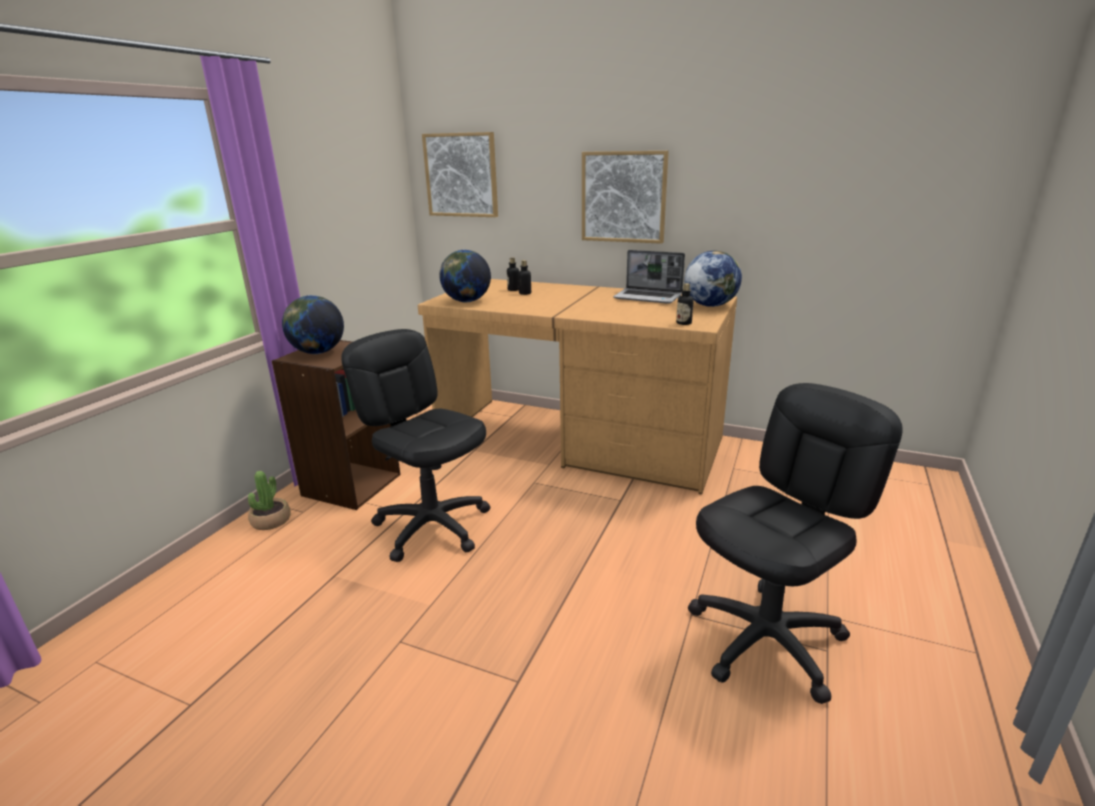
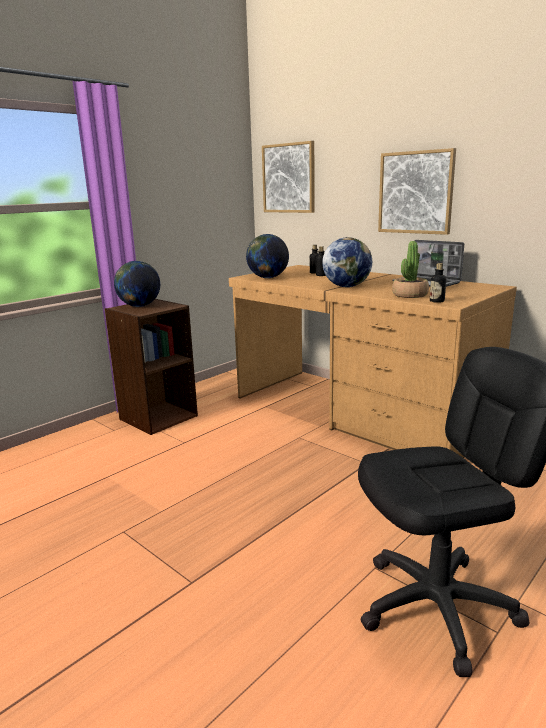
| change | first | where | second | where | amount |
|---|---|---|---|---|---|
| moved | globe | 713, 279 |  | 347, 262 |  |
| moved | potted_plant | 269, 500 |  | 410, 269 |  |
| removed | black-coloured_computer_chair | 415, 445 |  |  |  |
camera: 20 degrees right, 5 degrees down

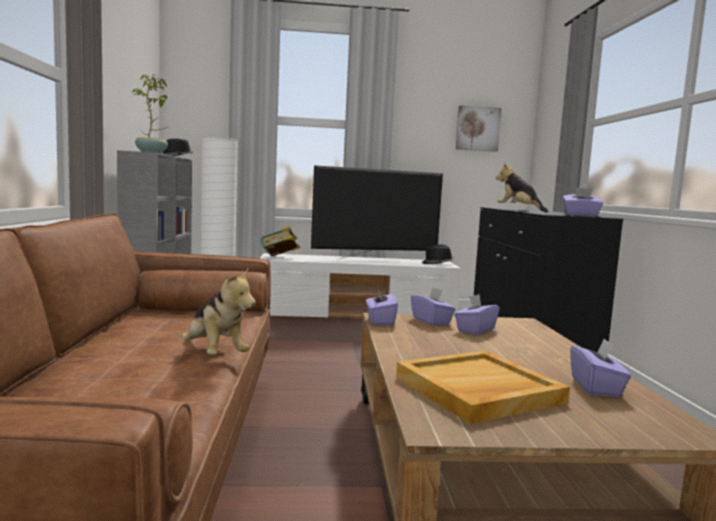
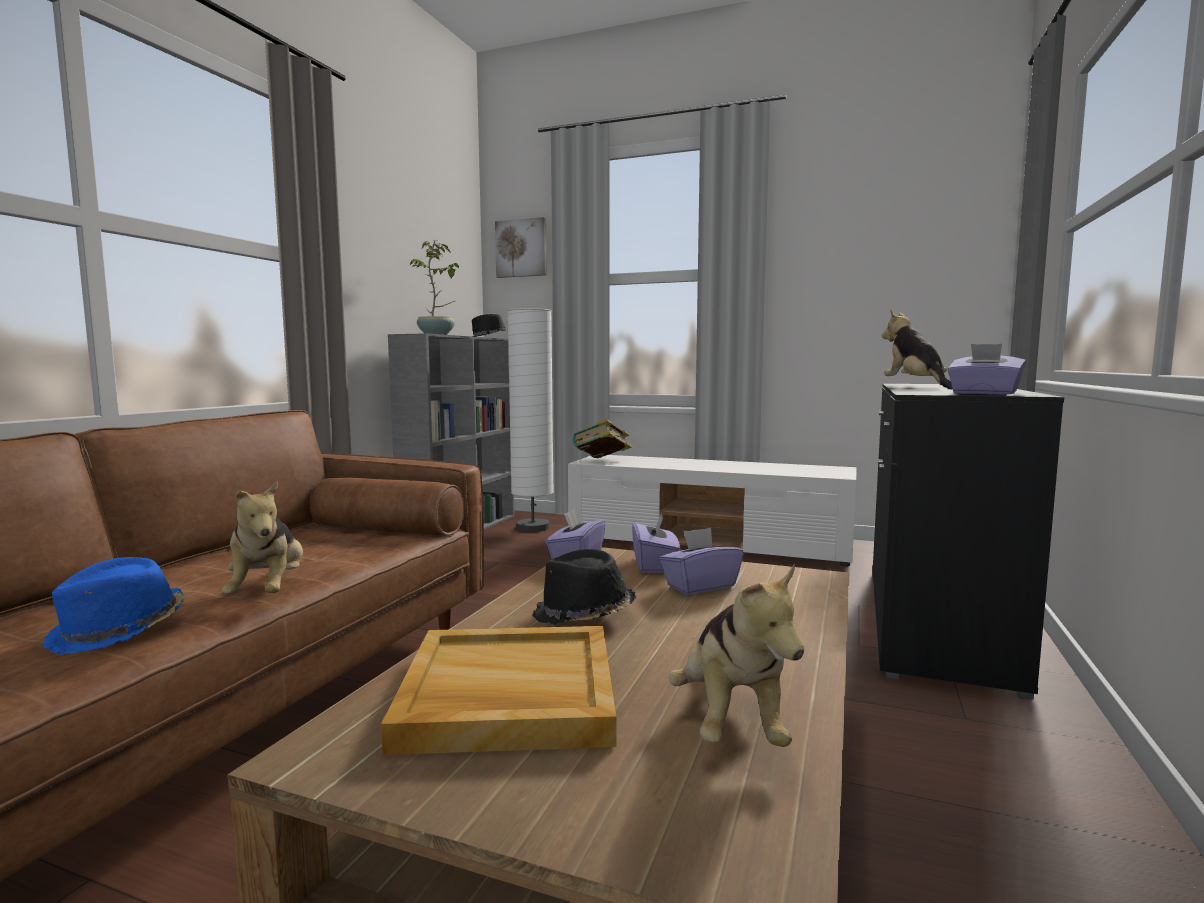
| change | first | where | second | where | amount |
|---|---|---|---|---|---|
| added |  |  | blue-coloured_clothing_hat | 113, 606 |  |
| moved | picture | 479, 128 |  | 521, 247 |  |
| moved | black-coloured_clothing_hat | 438, 254 |  | 584, 587 |  |
| replaced | purple_tissue_holder | 600, 367 | soft_toy | 736, 655 |  |
| removed | TV_set | 377, 212 |  |  |  |
camera: 25 degrees right, 0 degrees up

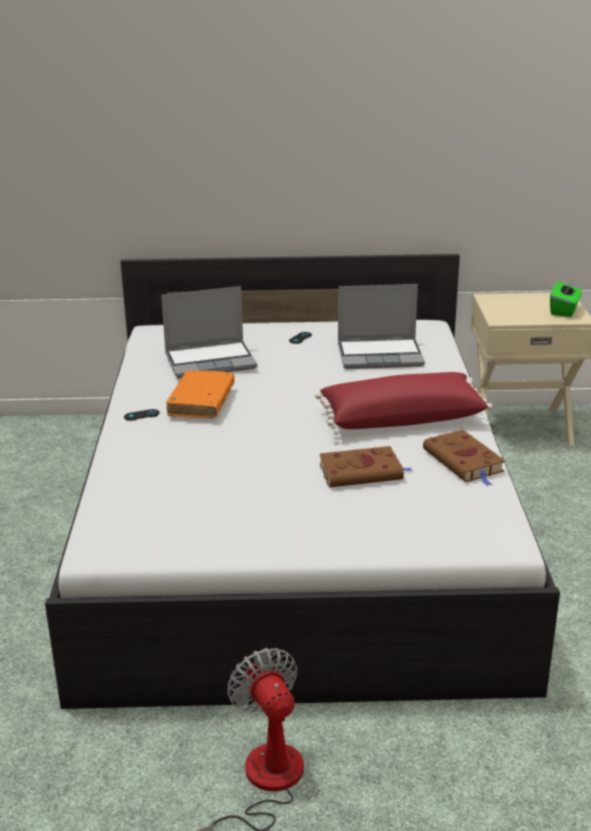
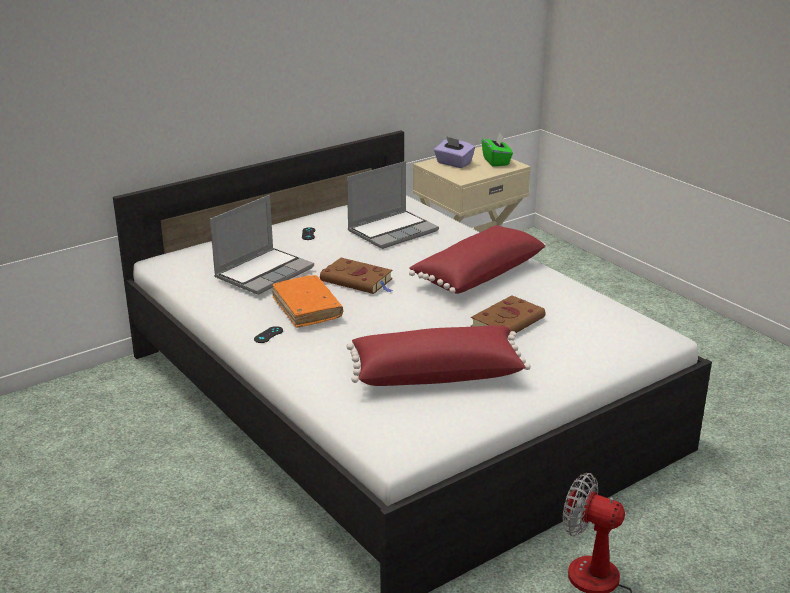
| change | first | where | second | where | amount |
|---|---|---|---|---|---|
| moved | brown_bound_book | 464, 458 |  | 356, 276 |  |
| added |  |  | reddish_pillow | 439, 355 |  |
| added |  |  | purple_tissue_holder | 454, 152 |  |
camera: 35 degrees left, 0 degrees up

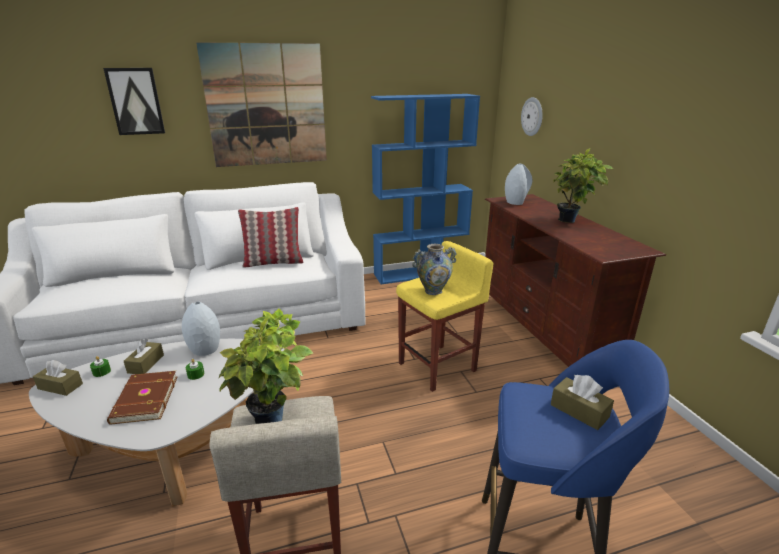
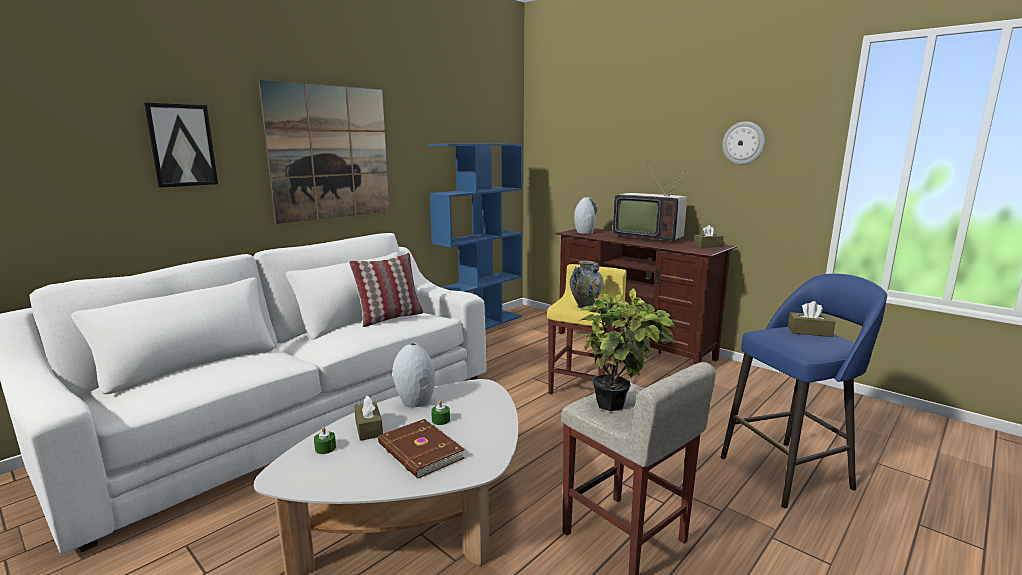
| change | first | where | second | where | amount |
|---|---|---|---|---|---|
| replaced | potted_plant | 583, 186 | TV_set | 651, 204 |  |
| moved | brown_tissue_holder | 58, 378 |  | 709, 236 |  |
| moved | wall_clock | 532, 116 |  | 743, 143 |  |
camera: 30 degrees left, 10 degrees down

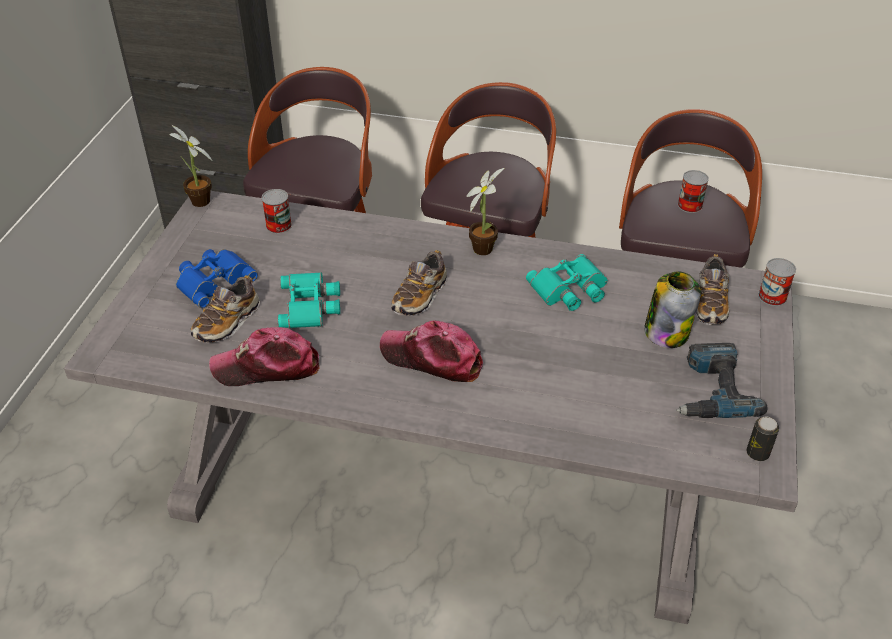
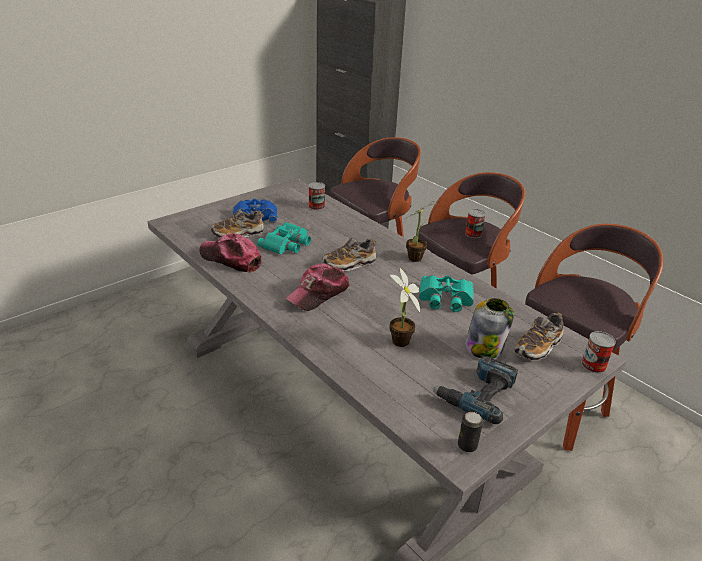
| change | first | where | second | where | amount |
|---|---|---|---|---|---|
| turned | cap | 431, 351 |  | 317, 287 | 105 degrees counterclockwise |
| moved | potted_plant | 191, 166 |  | 404, 307 |  |
| moved | sealed_can | 693, 191 |  | 475, 223 |  |
camera: 35 degrees right, 10 degrees down

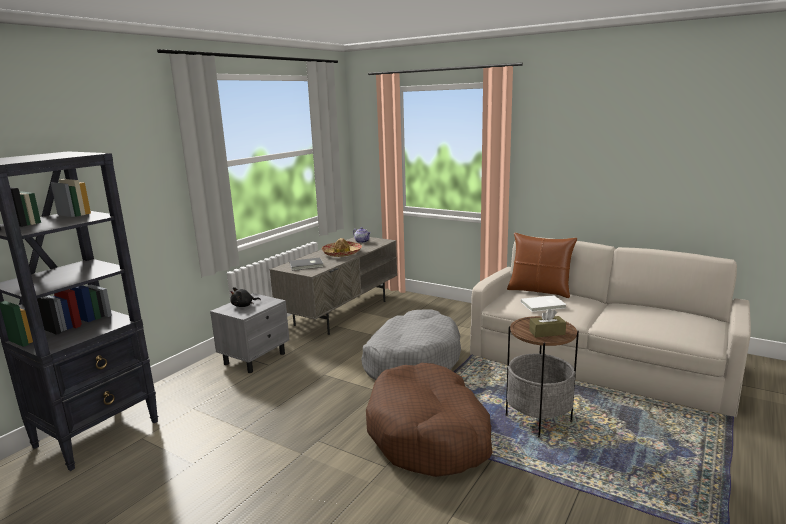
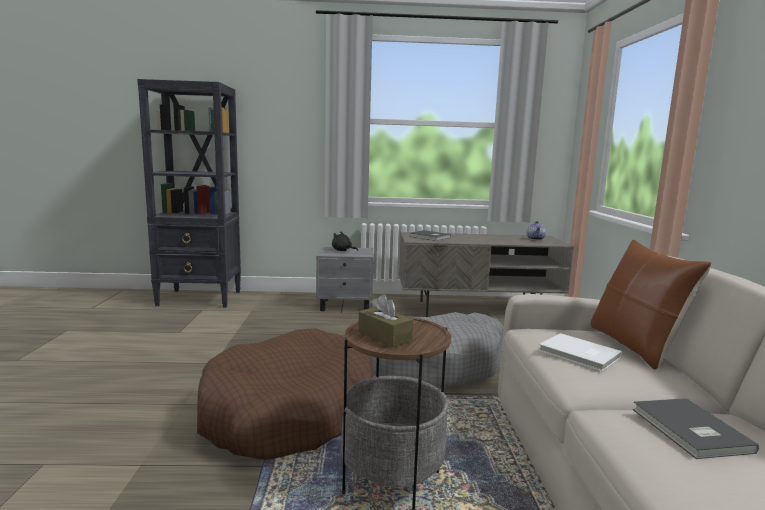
| change | first | where | second | where | amount |
|---|---|---|---|---|---|
| added |  |  | greyish_bound_book | 696, 428 |  |
| removed | clothing_hat | 342, 247 |  |  |  |
camera: 55 degrees right, 5 degrees down

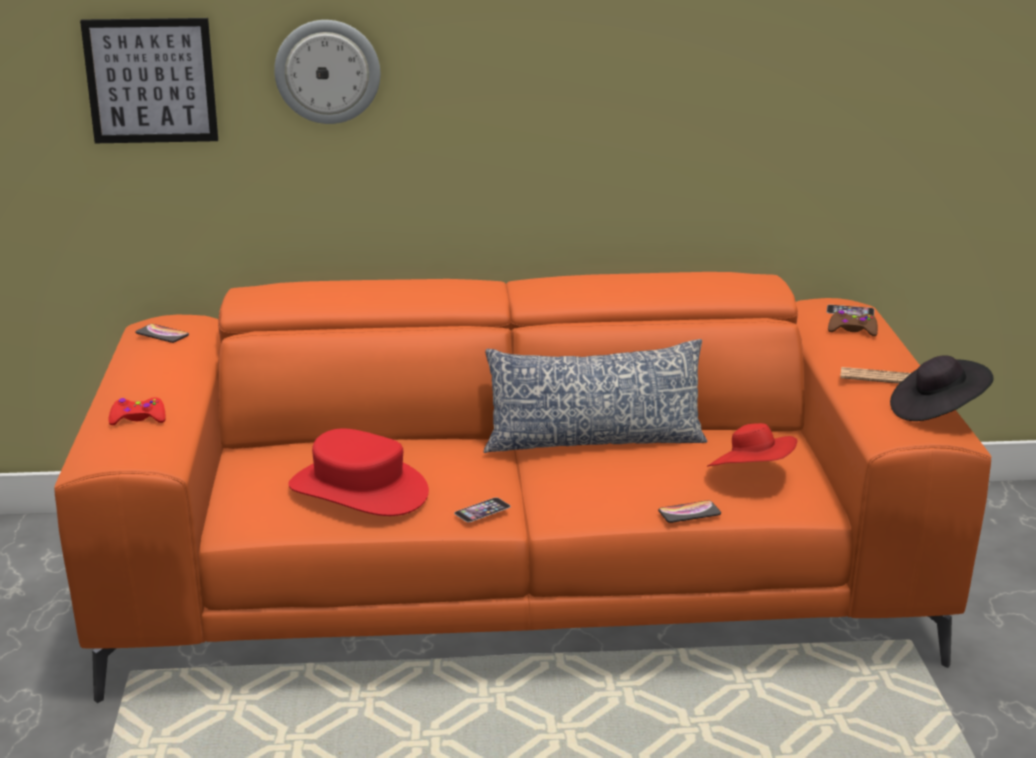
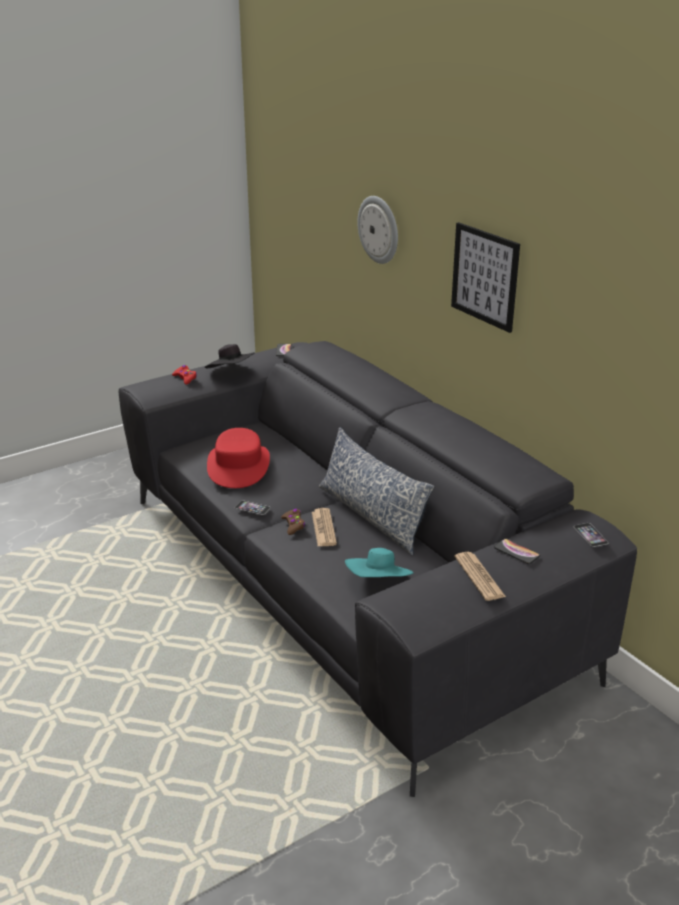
| change | first | where | second | where | amount |
|---|---|---|---|---|---|
| recoloured | orangey_settee | 523, 487 | greyish_settee | 378, 569 |  |
| moved | black-coloured_clothing_hat | 942, 388 |  | 230, 356 |  |
| moved | brown_gamepad | 853, 323 |  | 293, 522 |  |
| added |  |  | newspaper | 324, 527 |  |
| recoloured | reddish_clothing_hat | 752, 445 | turquoise-coloured_clothing_hat | 379, 562 |  |
| moved | picture | 149, 80 |  | 485, 277 |  |
| moved | handset | 689, 511 |  | 517, 551 |  |
camera: 60 degrees right, 5 degrees up

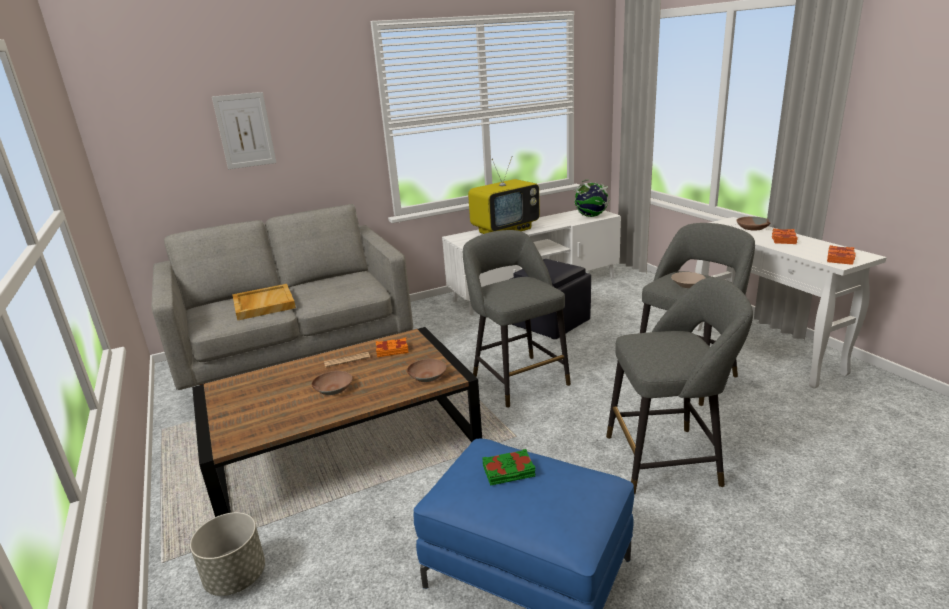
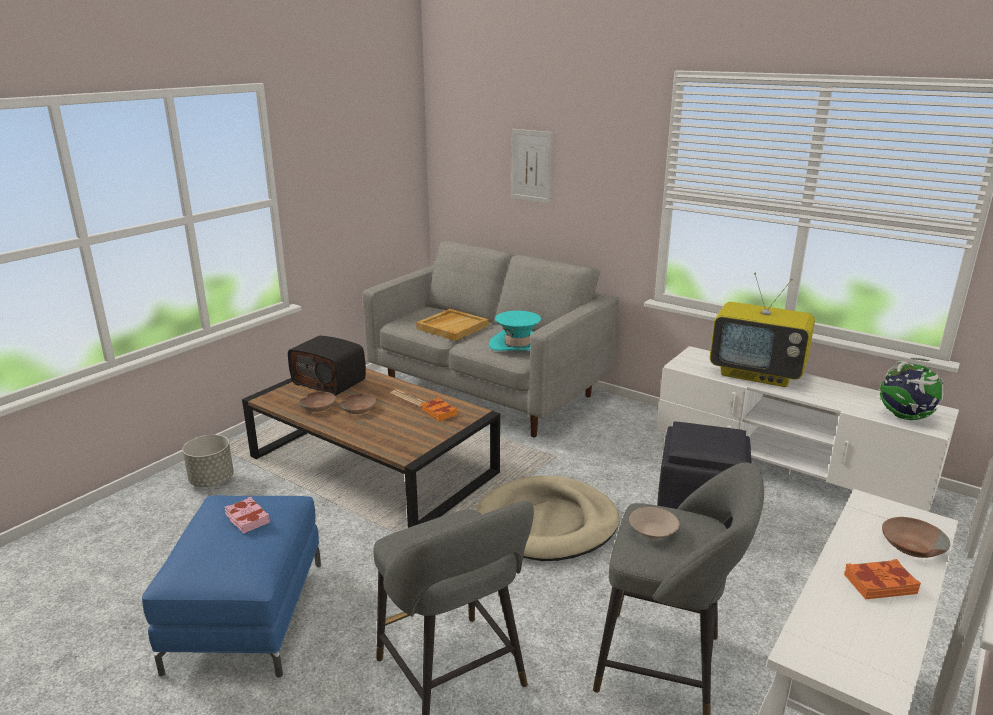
| change | first | where | second | where | amount |
|---|---|---|---|---|---|
| recoloured | greenish_bound_book | 509, 467 | pink-coloured_bound_book | 247, 515 |  |
| added |  |  | radio_receiver | 327, 366 |  |
| moved | brown_deep_dish | 427, 370 |  | 317, 402 |  |
| replaced | greyish_sitting_stool | 517, 319 | beige-coloured_dog_cushion | 548, 518 |  |
| added |  |  | turquoise-coloured_clothing_hat | 515, 330 |  |
| removed | orangey_bound_book | 841, 255 |  |  |  |
camera: 60 degrees right, 0 degrees up

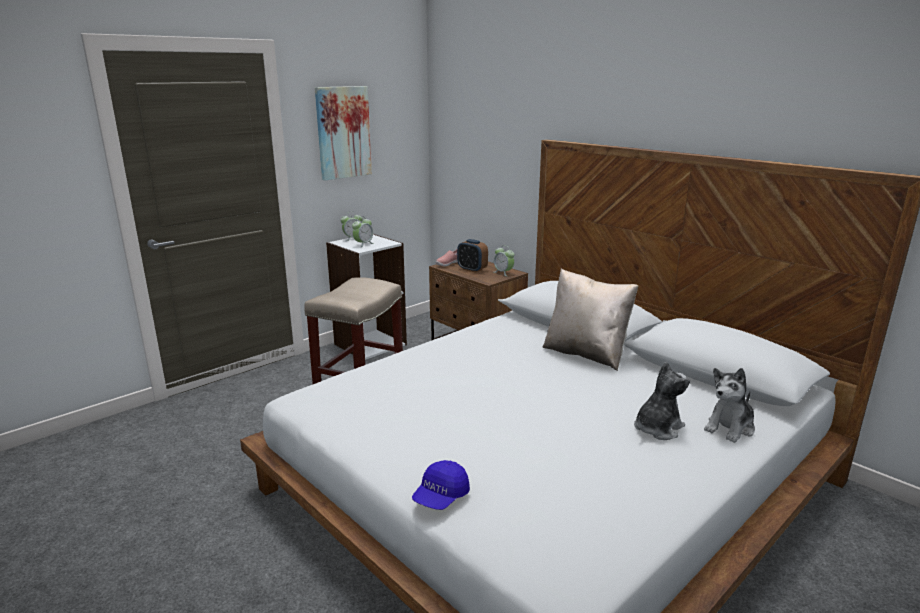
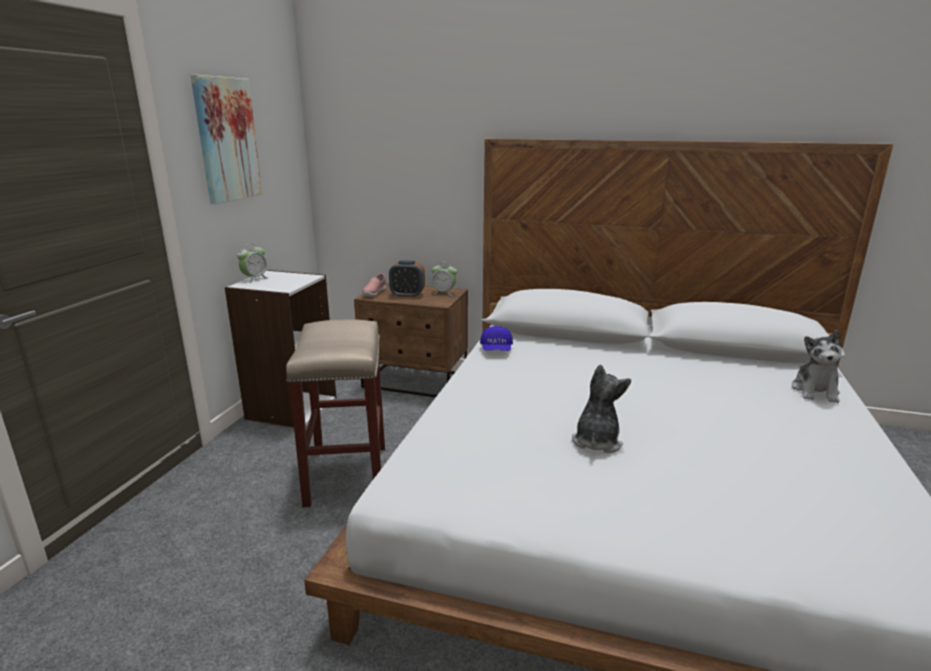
| change | first | where | second | where | amount |
|---|---|---|---|---|---|
| moved | blue-coloured_cap | 441, 485 |  | 496, 338 |  |
| moved | soft_toy | 662, 400 |  | 601, 409 |  |
| removed | table_clock | 363, 231 |  |  |  |
| removed | beige-coloured_pillow | 590, 320 |  |  |  |
camera: 30 degrees left, 0 degrees up

